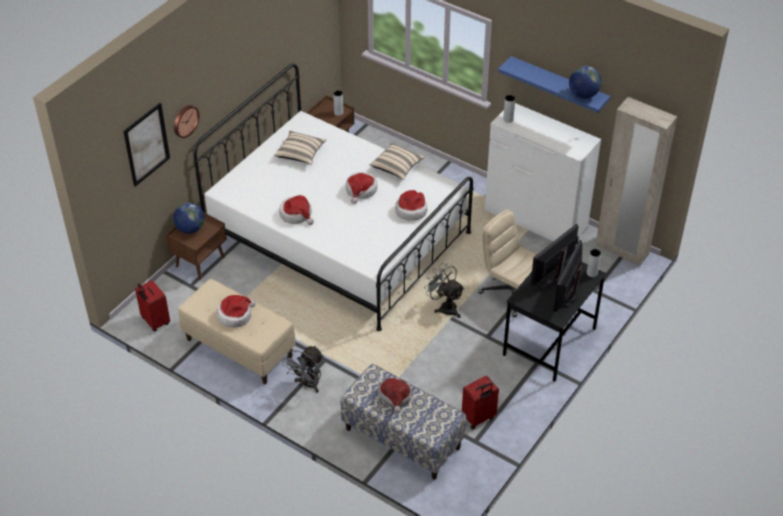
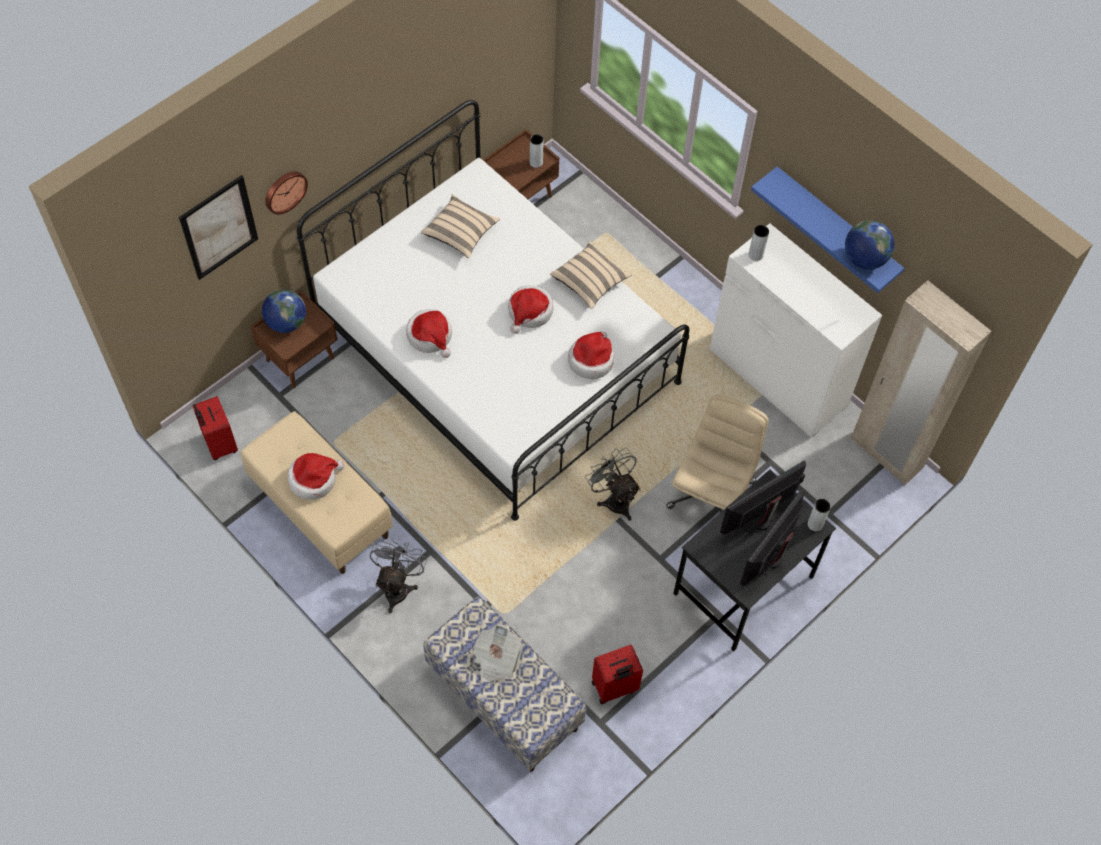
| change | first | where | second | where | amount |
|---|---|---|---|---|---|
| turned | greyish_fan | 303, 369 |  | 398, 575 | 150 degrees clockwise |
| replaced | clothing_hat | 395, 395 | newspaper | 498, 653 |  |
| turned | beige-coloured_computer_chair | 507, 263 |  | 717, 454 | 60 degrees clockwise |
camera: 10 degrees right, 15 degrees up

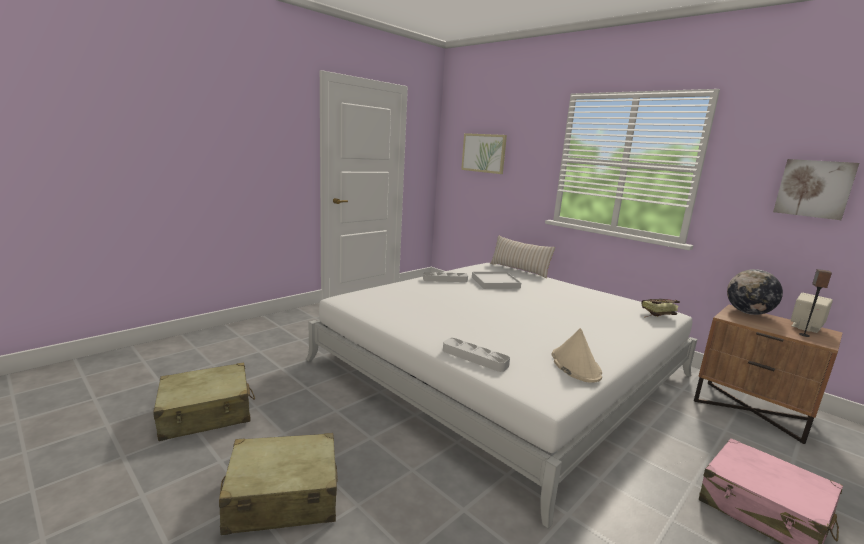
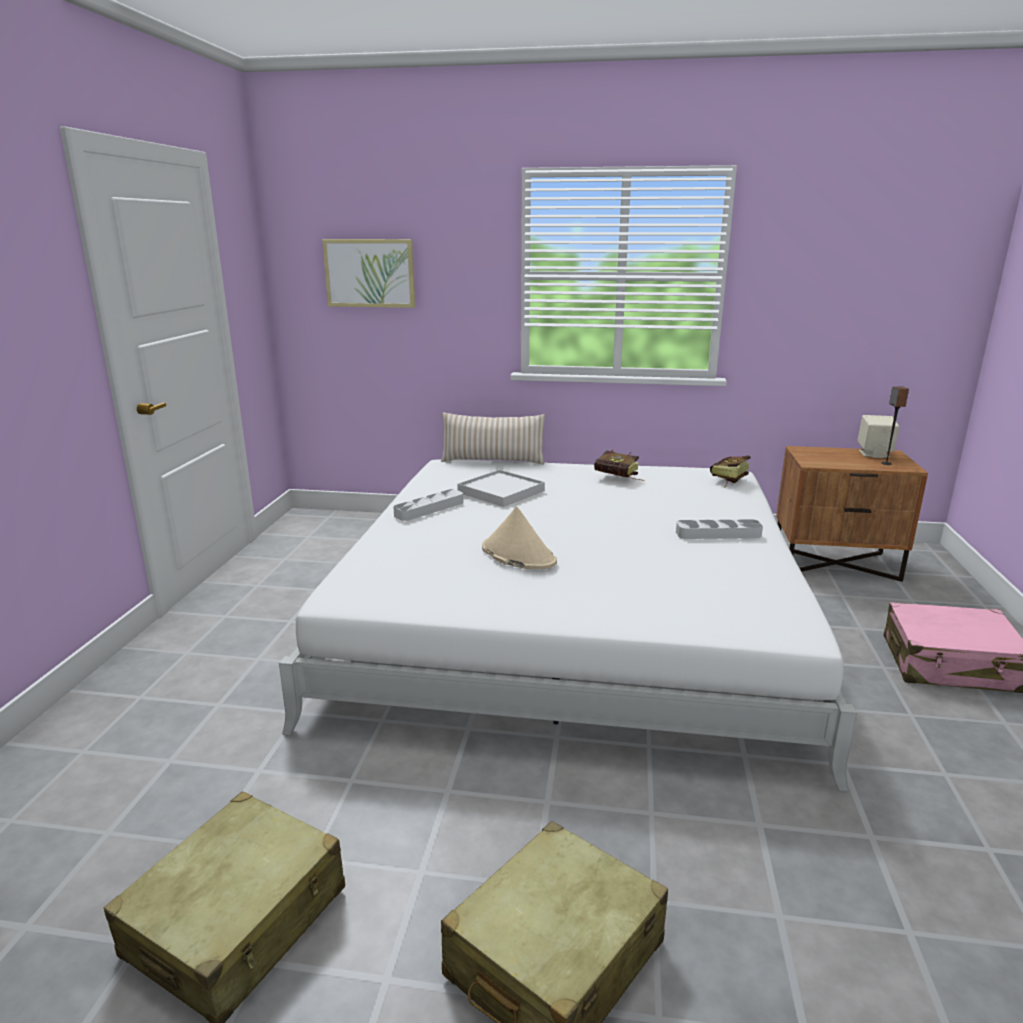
| change | first | where | second | where | amount |
|---|---|---|---|---|---|
| moved | beige-coloured_clothing_hat | 577, 355 |  | 519, 537 |  |
| added |  |  | bound_book | 619, 465 |  |
| moved | greyish_tray | 476, 355 |  | 719, 529 |  |
| removed | globe | 755, 292 |  |  |  |
| removed | picture | 816, 189 |  |  |  |
camera: 35 degrees left, 5 degrees up

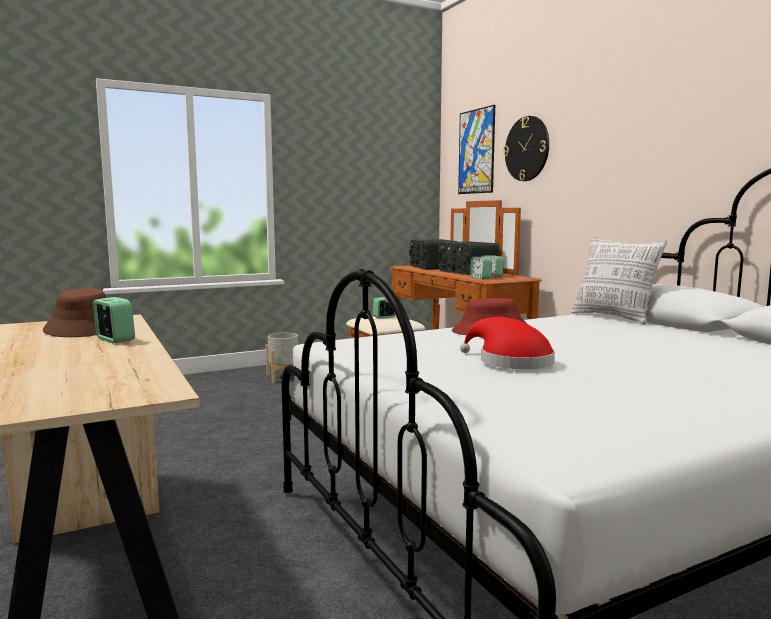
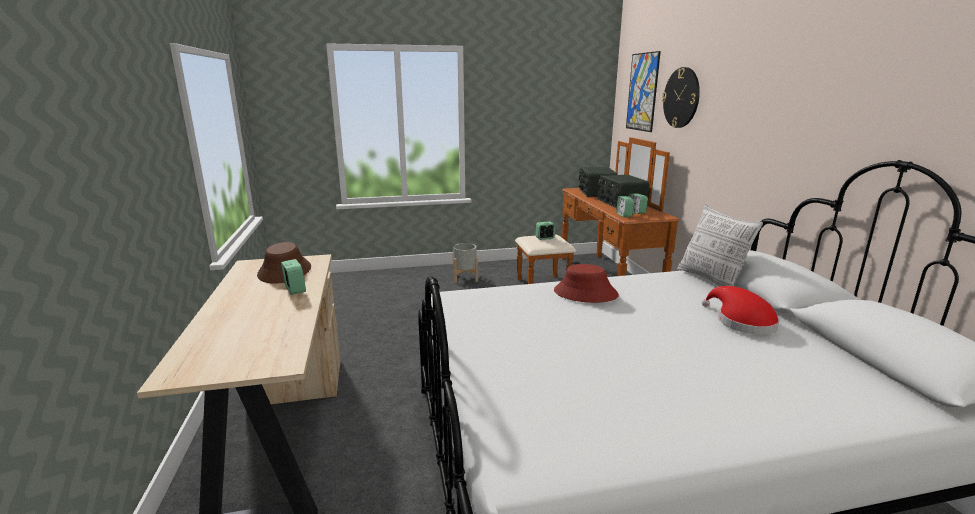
| change | first | where | second | where | amount |
|---|---|---|---|---|---|
| moved | reddish_clothing_hat | 507, 343 |  | 740, 310 |  |
camera: 15 degrees right, 10 degrees up

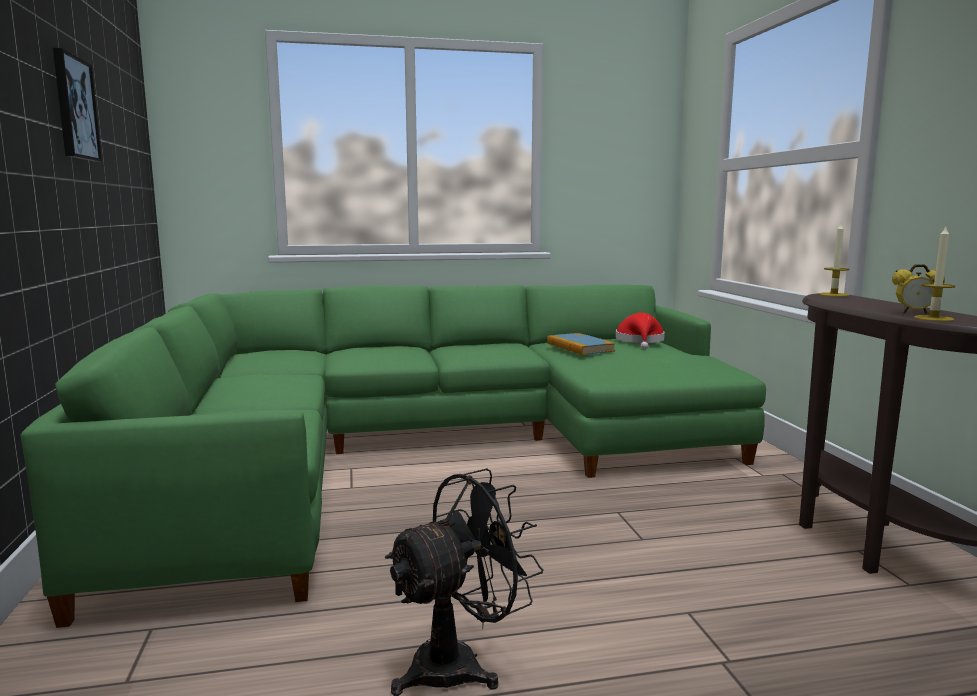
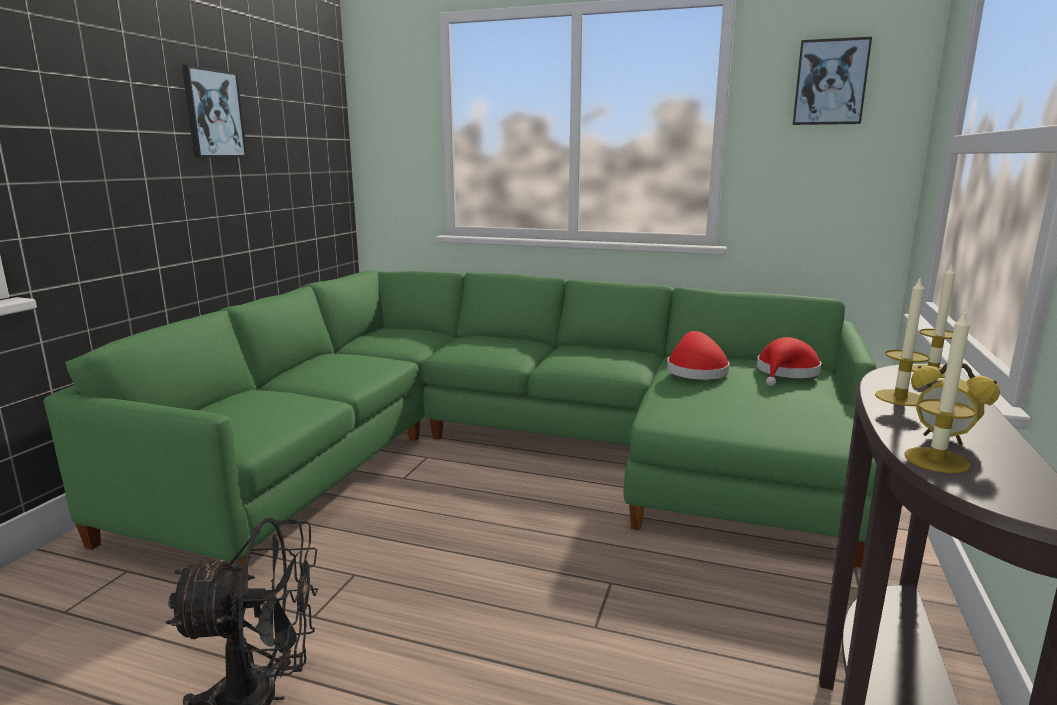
| change | first | where | second | where | amount |
|---|---|---|---|---|---|
| replaced | bound_book | 581, 344 | reddish_clothing_hat | 698, 355 |  |
| added |  |  | picture | 832, 81 |  |
| added |  |  | wax_candle | 902, 341 |  |
camera: 30 degrees right, 5 degrees up

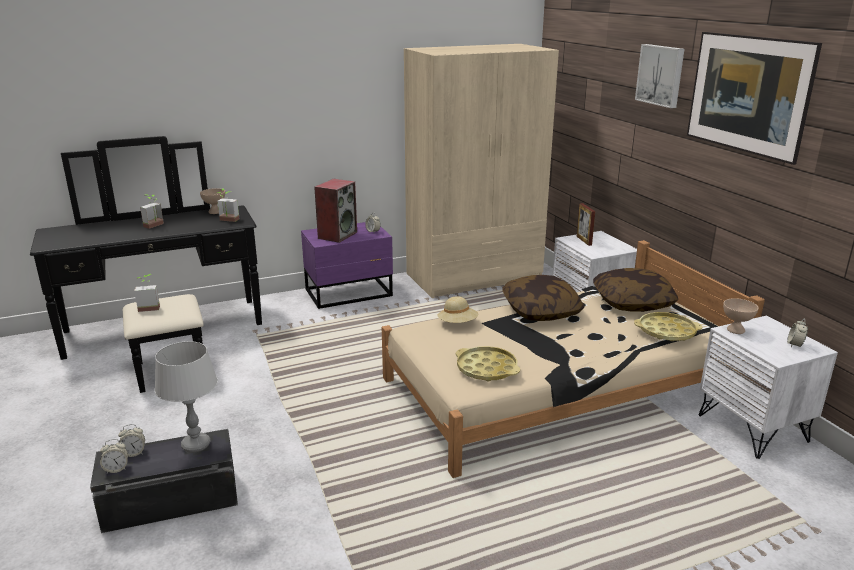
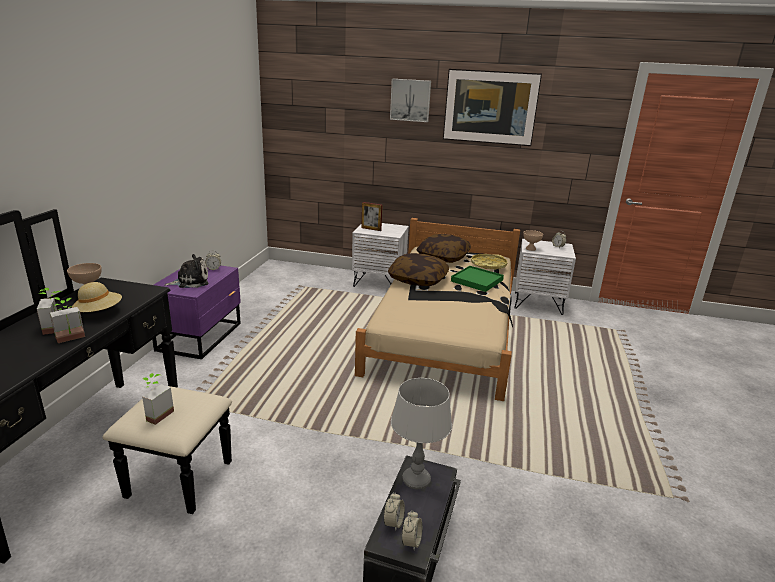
| change | first | where | second | where | amount |
|---|---|---|---|---|---|
| moved | potted_plant | 228, 205 |  | 67, 320 |  |
| moved | beige-coloured_clothing_hat | 457, 309 |  | 97, 297 |  |
| replaced | loudspeaker | 335, 211 | soft_toy | 186, 271 |  |
| added |  |  | greenish_tray | 477, 279 |  |
| removed | beige-coloured_wardrobe | 481, 171 |  |  |  |
| removed | yellow_tray | 488, 364 |  |  |  |
camera: 55 degrees left, 0 degrees up

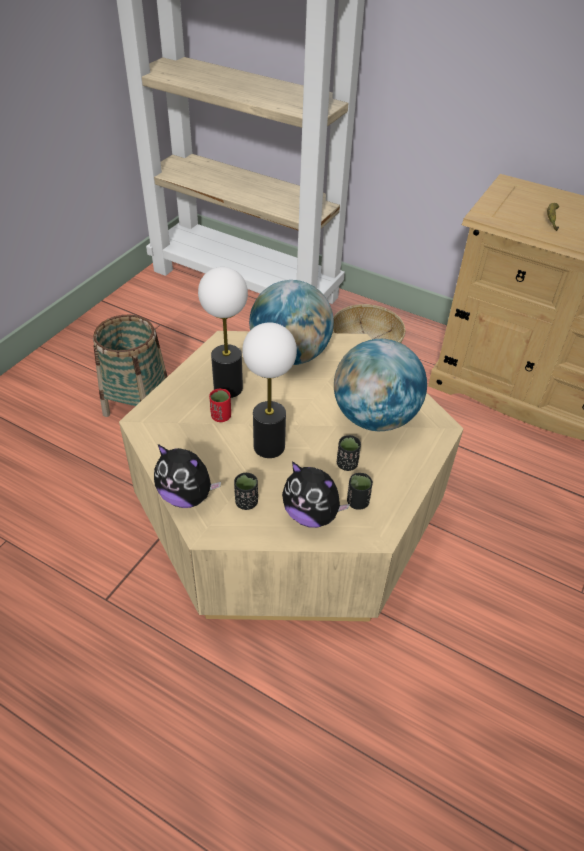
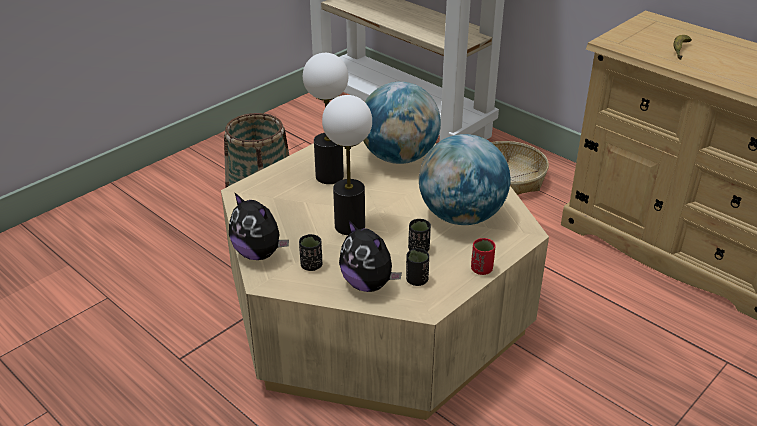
| change | first | where | second | where | amount |
|---|---|---|---|---|---|
| moved | reddish_cup | 220, 405 |  | 483, 256 |  |
camera: 15 degrees right, 10 degrees down

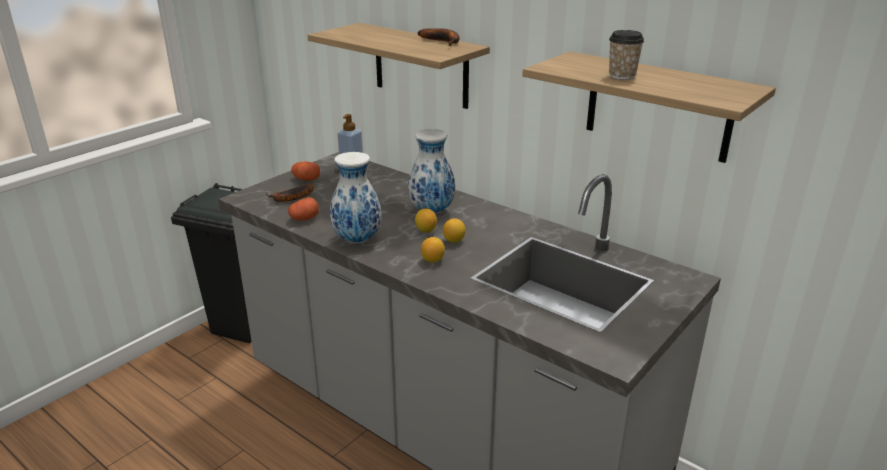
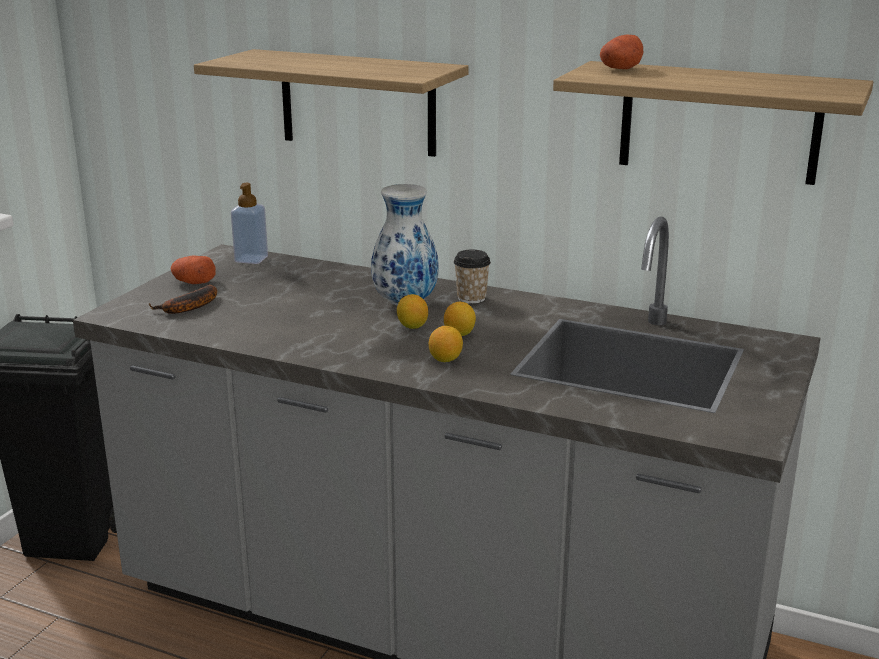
| change | first | where | second | where | amount |
|---|---|---|---|---|---|
| moved | cup | 626, 55 |  | 472, 277 |  |
| moved | spud | 303, 209 |  | 621, 51 |  |
| removed | flower_vase | 356, 198 |  |  |  |
| removed | whole_banana | 438, 37 |  |  |  |
camera: 15 degrees left, 5 degrees down

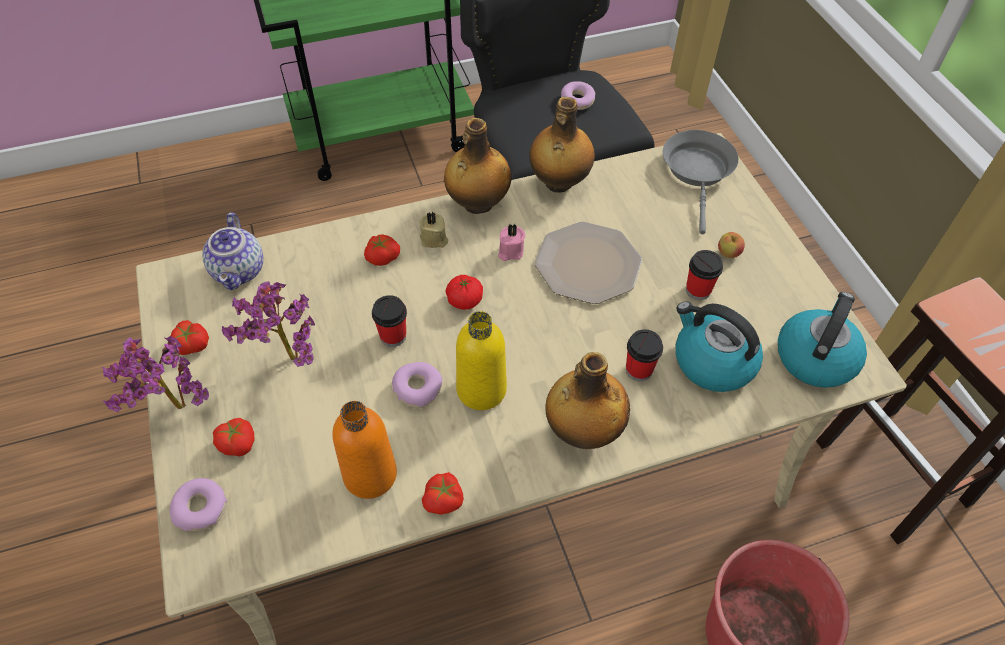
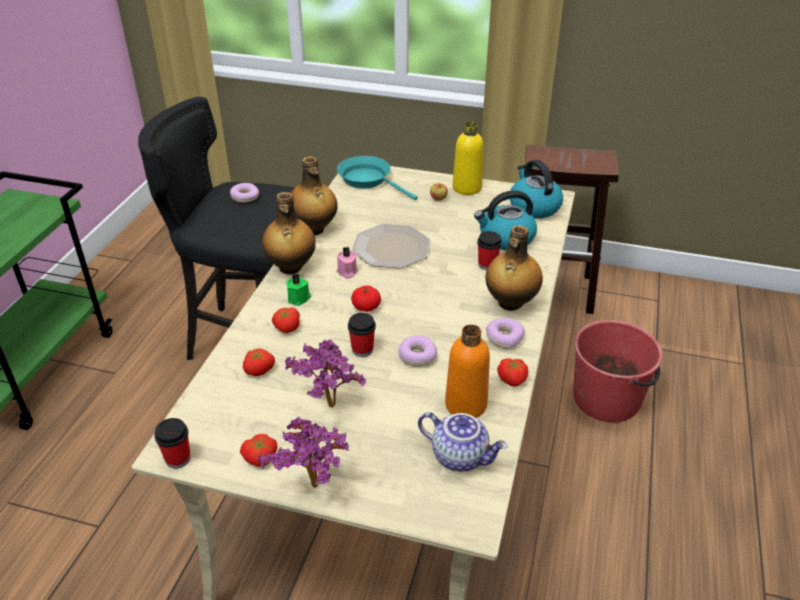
| change | first | where | second | where | amount |
|---|---|---|---|---|---|
| moved | cup | 704, 275 |  | 172, 443 |  |
| moved | fresh_tomato | 234, 437 |  | 259, 362 |  |
| recoloured | beige-coloured_wax_candle | 433, 230 | greenish_wax_candle | 298, 289 |  |
| recoloured | greyish_skillet | 701, 182 | turquoise-coloured_skillet | 377, 178 |  |
| moved | pot_for_tea | 232, 251 |  | 462, 442 |  |
| moved | yellow_beverage_bottle | 481, 360 |  | 468, 158 |  |
| moved | donut | 198, 504 |  | 505, 333 |  |
camera: 55 degrees left, 15 degrees down

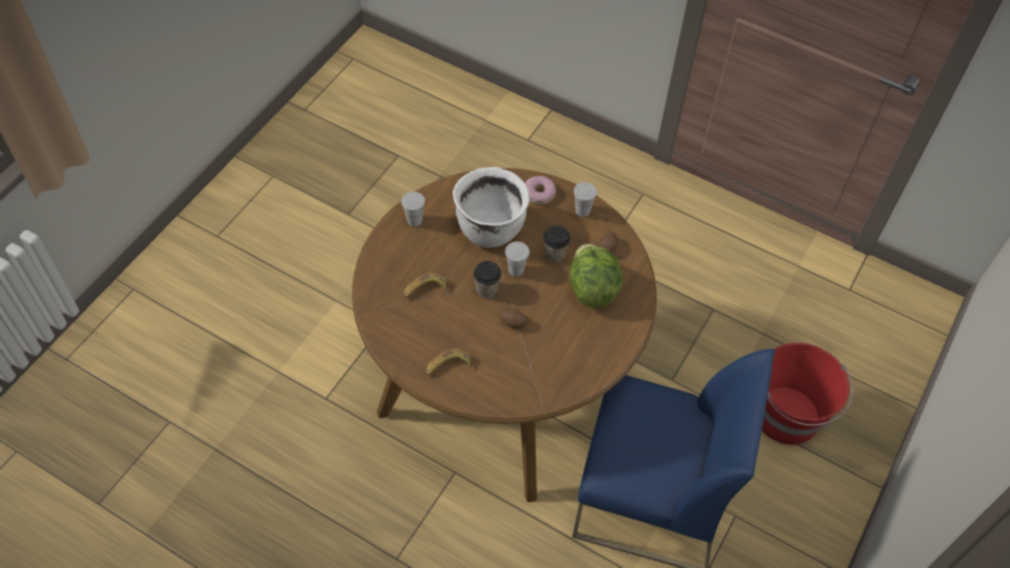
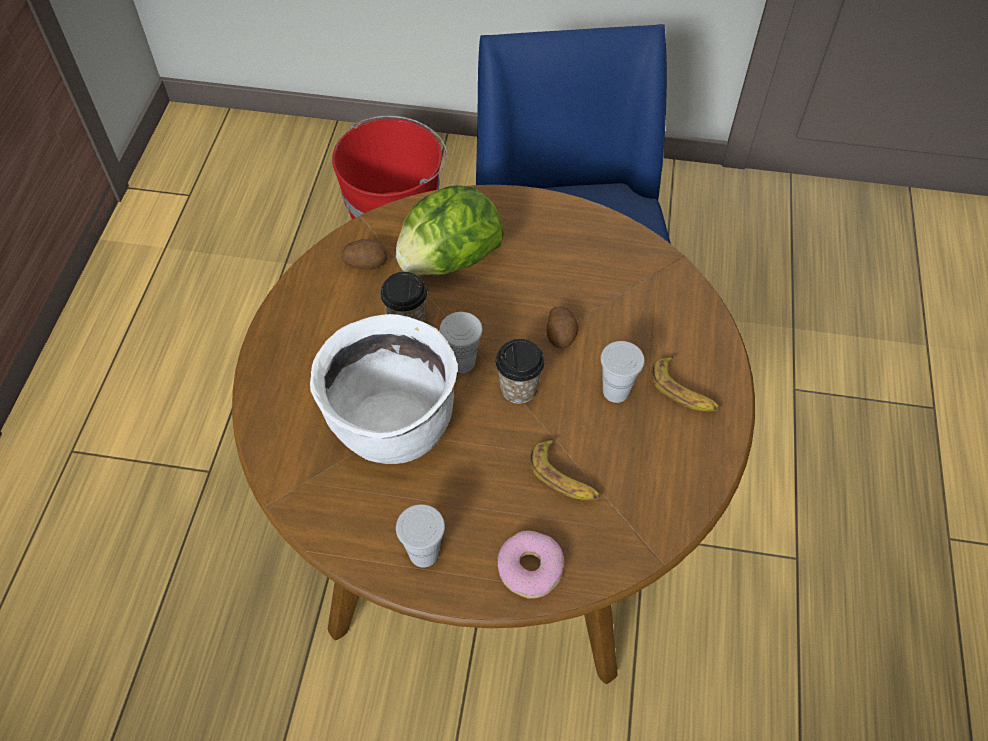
| change | first | where | second | where | amount |
|---|---|---|---|---|---|
| moved | donut | 540, 190 |  | 530, 564 |  |
| moved | white-coloured_cup | 585, 199 |  | 623, 372 |  |
camera: 110 degrees left, 0 degrees up

